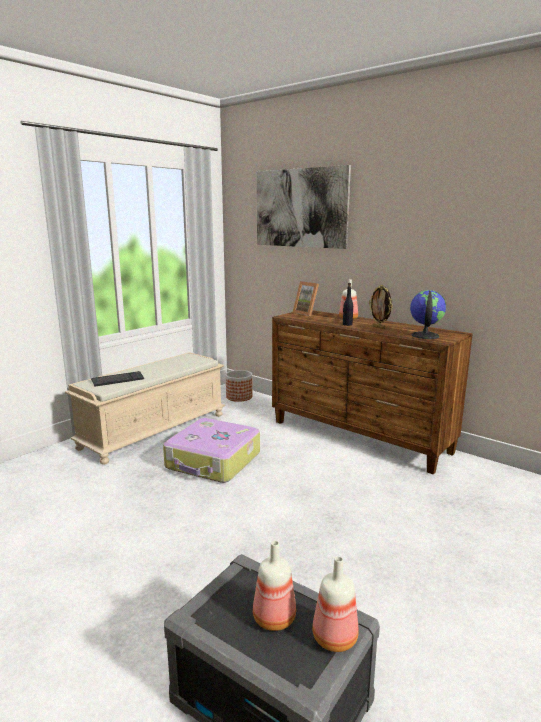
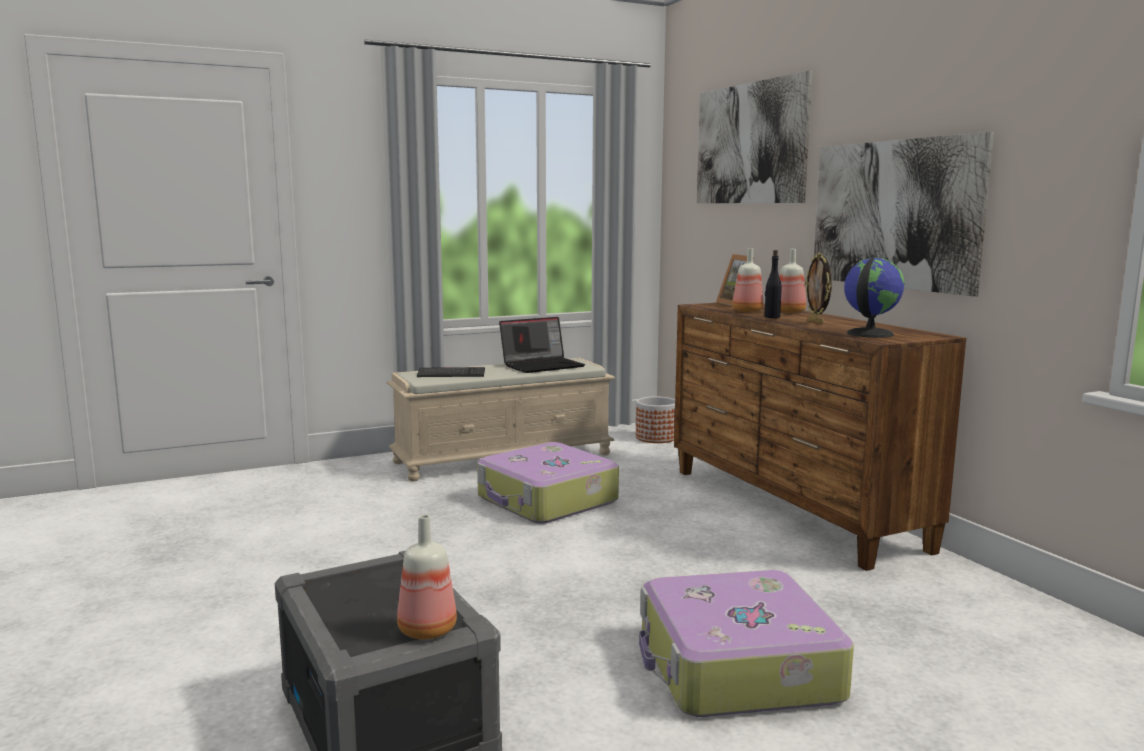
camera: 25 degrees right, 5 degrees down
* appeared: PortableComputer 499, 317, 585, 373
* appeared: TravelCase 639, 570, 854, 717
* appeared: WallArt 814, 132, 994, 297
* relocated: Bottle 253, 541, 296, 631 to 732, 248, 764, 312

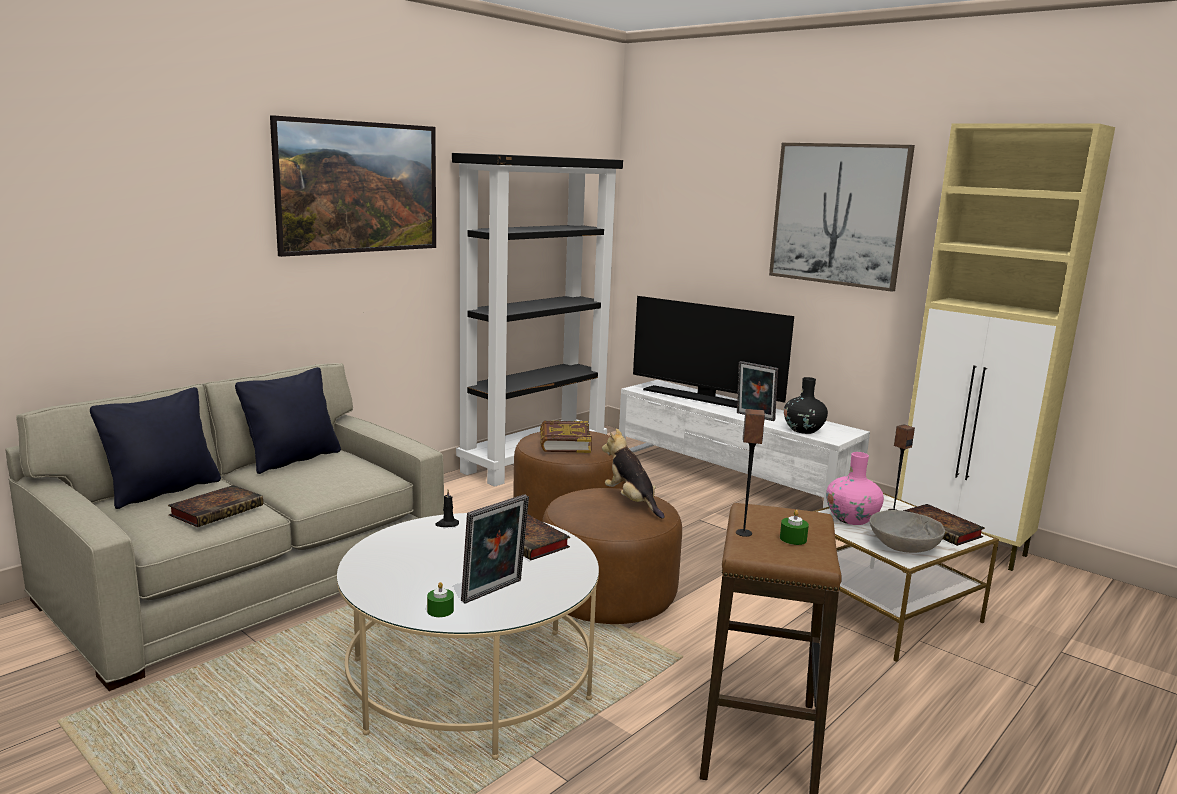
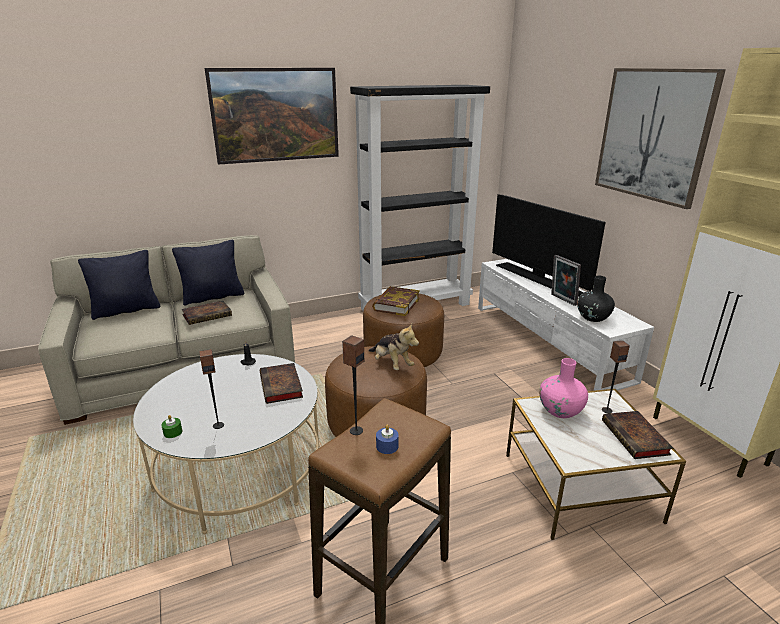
camera: 25 degrees right, 10 degrees up
* missing: GreyishServingBowl 870, 510, 945, 553
* relocated: Volume 168, 485, 263, 527 to 182, 301, 232, 325
* exchanged: PhotoFrame 461, 494, 529, 603 to Loudspeaker 199, 349, 224, 429
* colour: GreenWaxCandle 780, 509, 809, 545 to BluishWaxCandle 376, 425, 399, 454
* spun: PlushToy 602, 428, 665, 519 = 369, 324, 419, 370 150 degrees clockwise

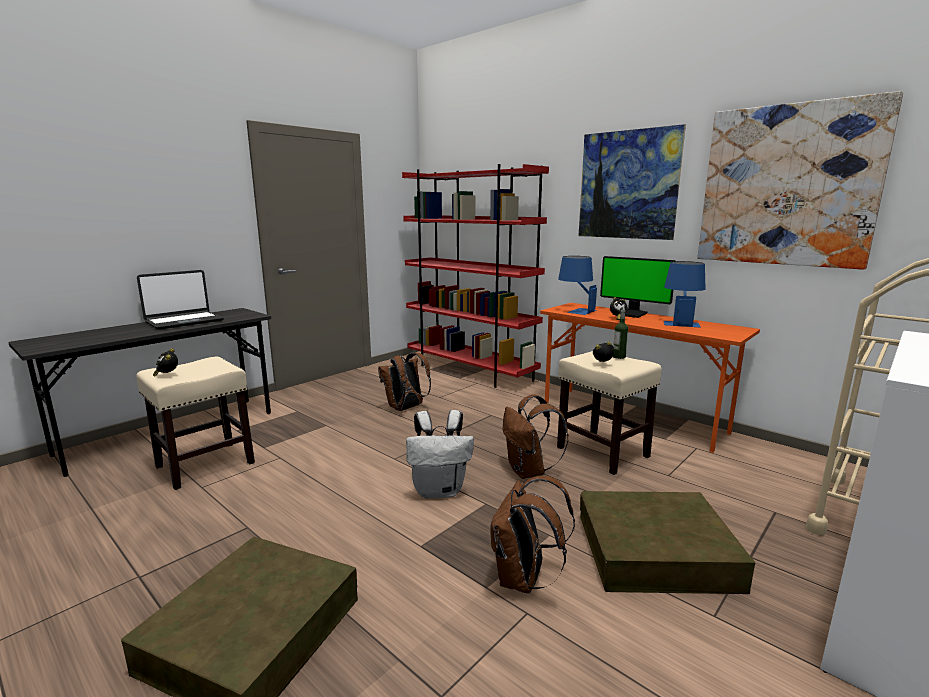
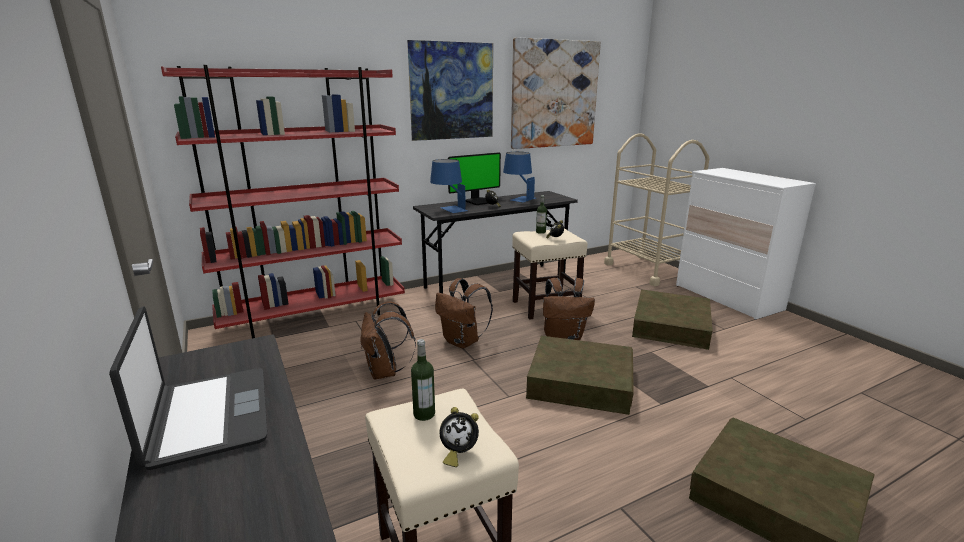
camera: 70 degrees left, 5 degrees up
* appeared: Bottle 411, 339, 435, 421
* relocated: BrownKnapsack 490, 476, 575, 593 to 435, 278, 493, 349
* exchanged: WhiteKnapsack 406, 410, 474, 499 to BrownStorageBox 526, 336, 634, 415
* colour: OrangeDeskTable 540, 303, 760, 453 to GreyishDeskTable 413, 191, 578, 293

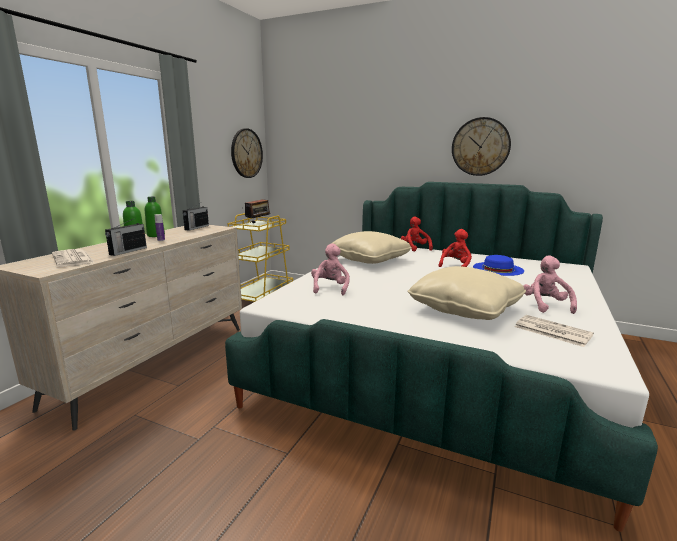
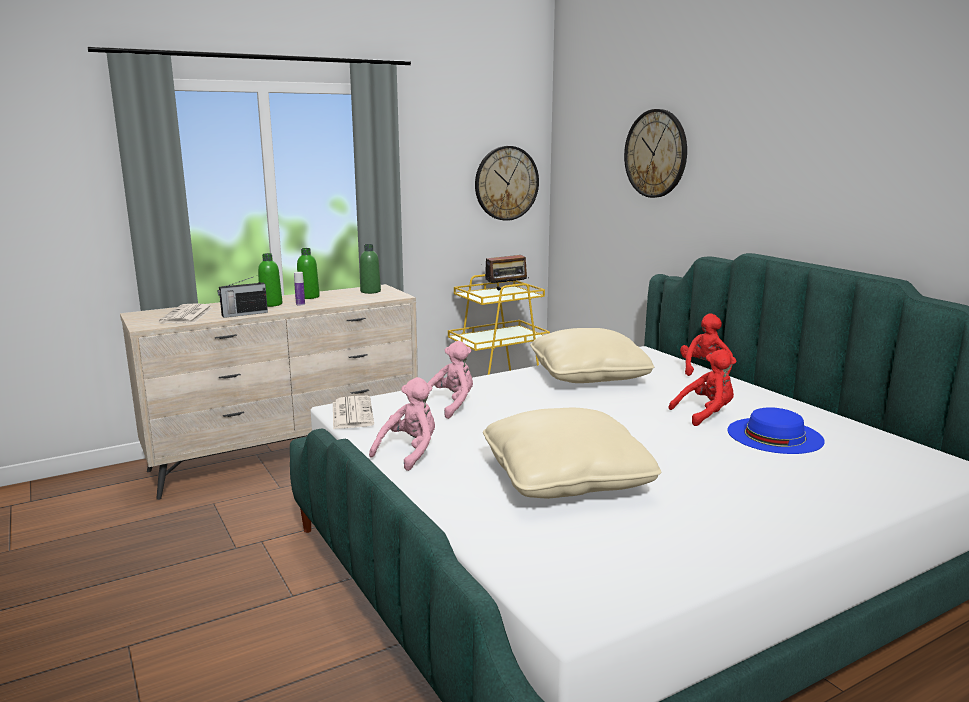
camera: 35 degrees right, 0 degrees up
* relocated: HangingClock 452, 117, 511, 176 to 624, 109, 687, 198
* relocated: DailyPaper 515, 315, 594, 347 to 333, 396, 374, 429
* relocated: PinkColouredPlushToy 523, 255, 577, 314 to 369, 377, 435, 471
* exchanged: RadioReceiver 183, 203, 209, 231 to GreenBottle 360, 244, 381, 294

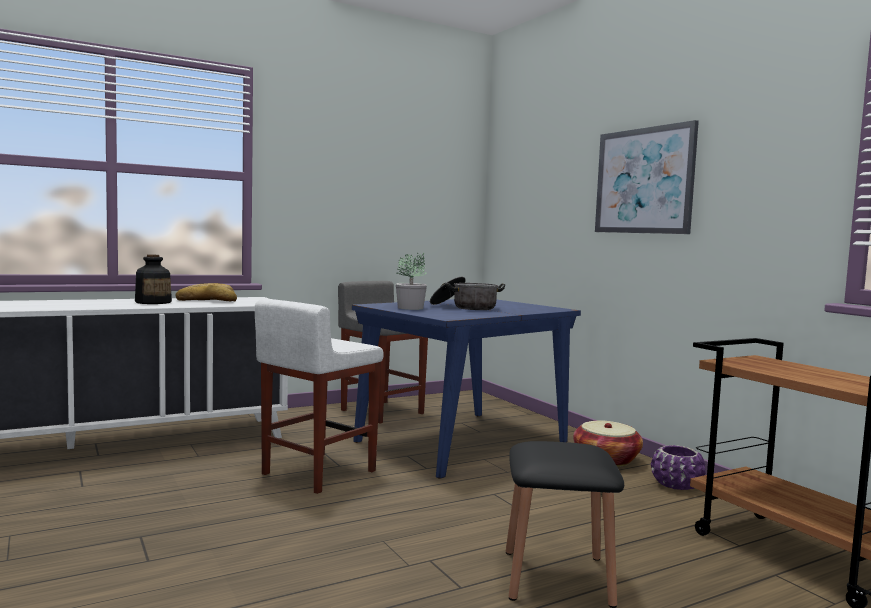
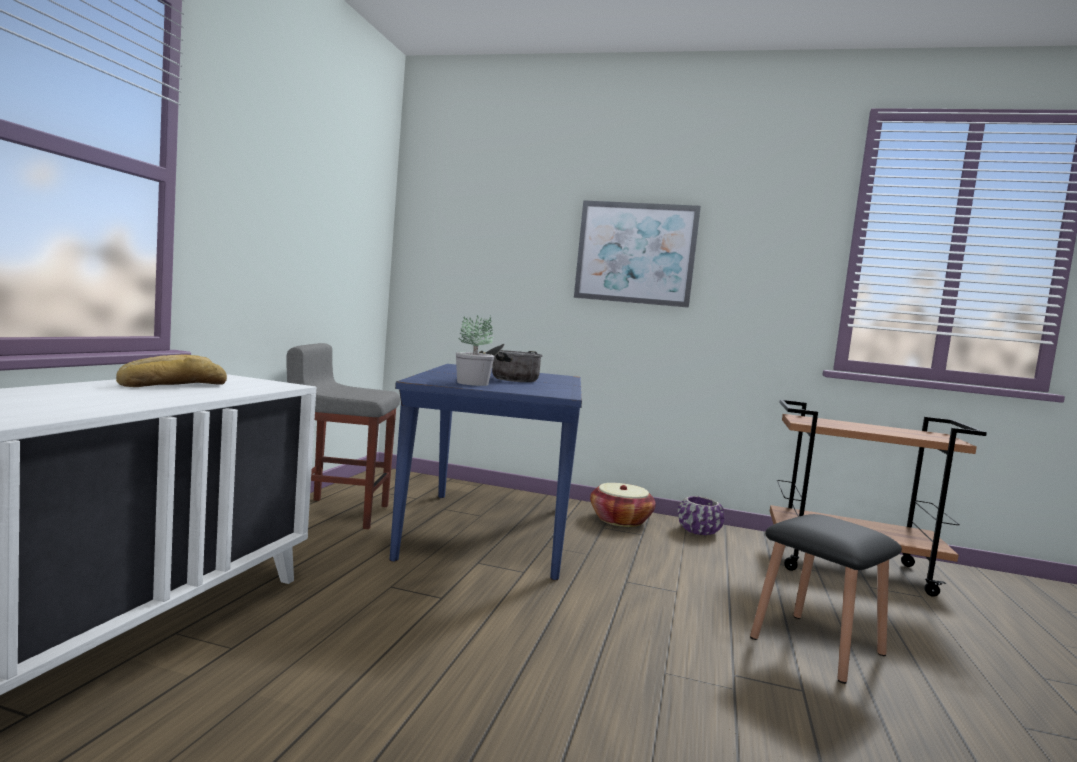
camera: 45 degrees left, 0 degrees up
* missing: Bottle 135, 255, 172, 304
* missing: WhiteStoolSeat 255, 299, 384, 494

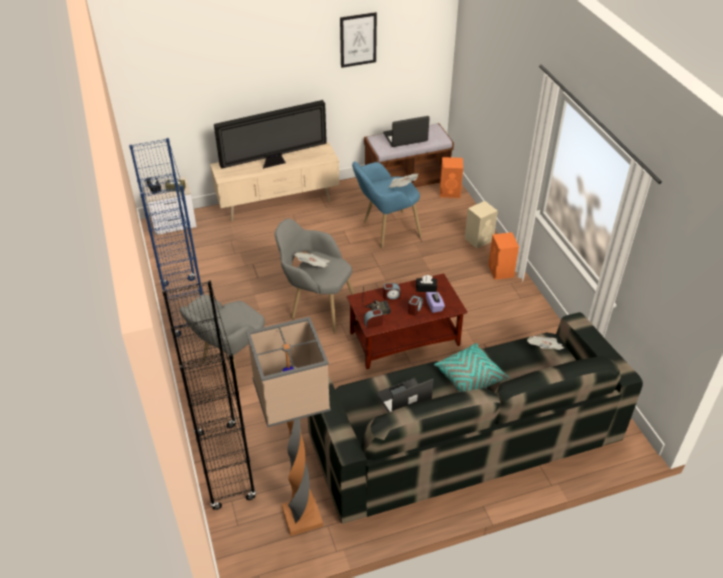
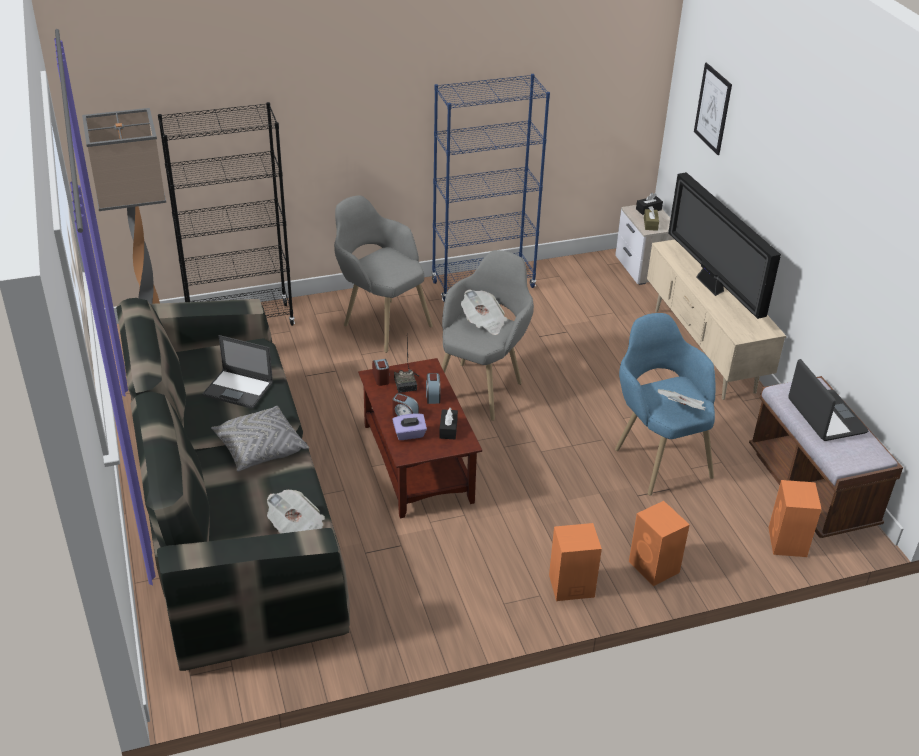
camera: 90 degrees right, 5 degrees down
* relocated: WallArt 340, 12, 377, 68 to 694, 63, 732, 155
* colour: BlueGreenPillow 434, 343, 510, 392 to GreyishPillow 211, 406, 309, 472
* colour: BeigeColouredLoudspeaker 465, 201, 498, 248 to OrangeLoudspeaker 629, 501, 690, 586
* spun: PortableComputer 376, 378, 434, 412 = 202, 335, 273, 409 135 degrees clockwise

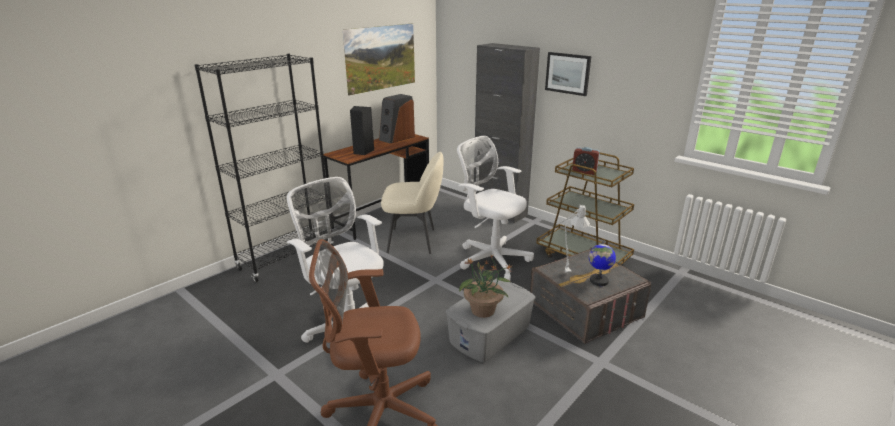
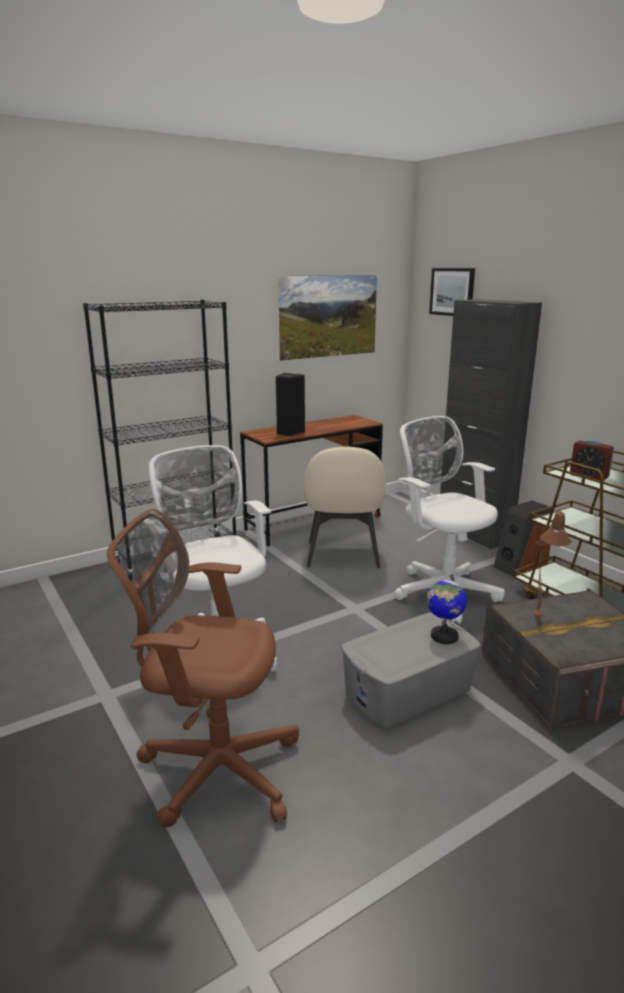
camera: 15 degrees right, 5 degrees down
* missing: PlantInAPot 459, 255, 513, 318
* relocated: Loudspeaker 379, 94, 415, 143 to 494, 500, 551, 576
* relocated: WallArt 545, 52, 591, 96 to 429, 268, 475, 316
* relocated: DeskGlobe 589, 240, 616, 286 to 427, 574, 467, 644
* colour: GreyishTabletopLamp 560, 204, 590, 275 to BrownTabletopLamp 535, 511, 572, 618
* spun: BeigeColouredChair 381, 152, 444, 254 = 304, 447, 386, 568 75 degrees clockwise

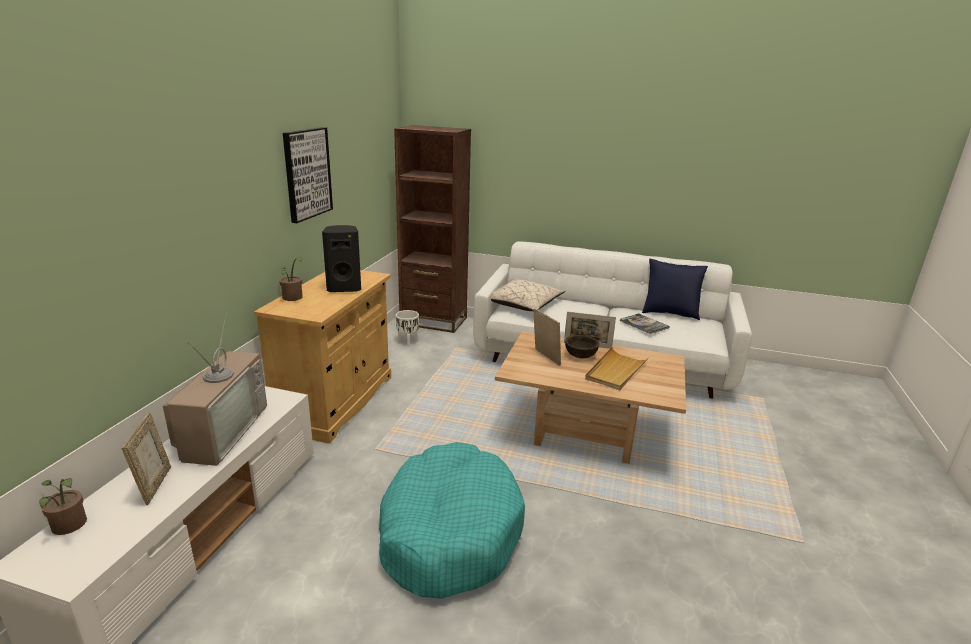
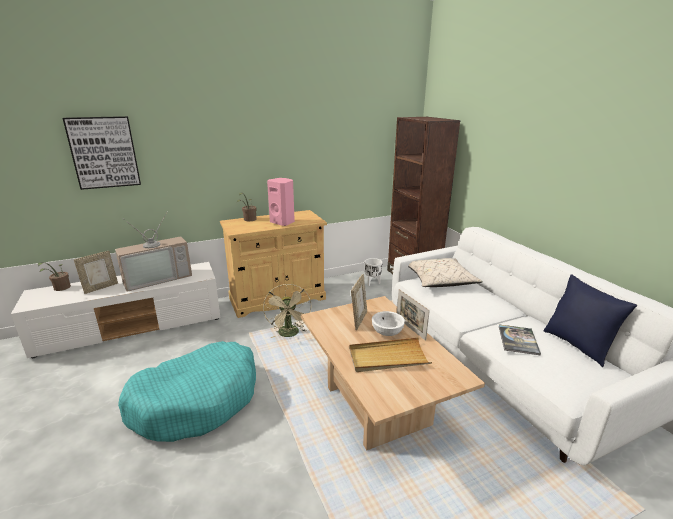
camera: 50 degrees right, 0 degrees up
* appeared: BeigeColouredFan 263, 284, 312, 338
* relocated: WallArt 283, 127, 333, 223 to 63, 116, 141, 190
* colour: BlackLoudspeaker 322, 225, 361, 292 to PinkColouredLoudspeaker 267, 178, 295, 226
* colour: BrownServingBowl 565, 335, 599, 358 to WhiteServingBowl 372, 311, 405, 336

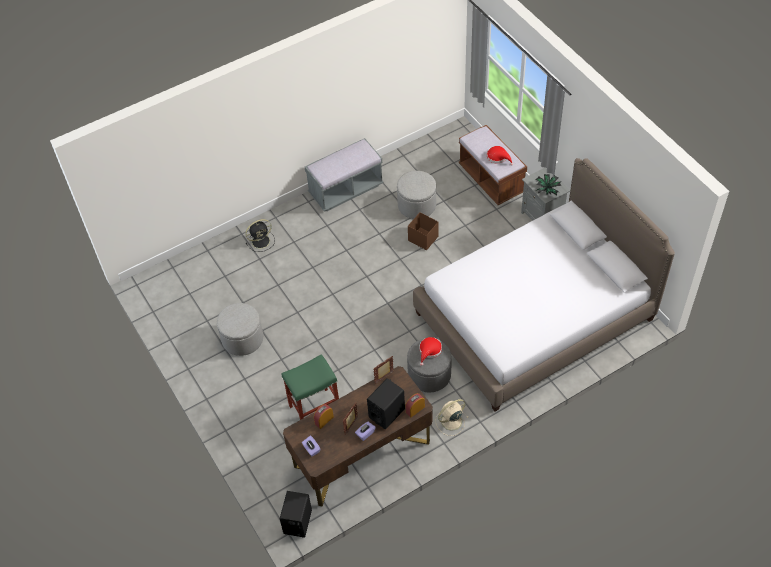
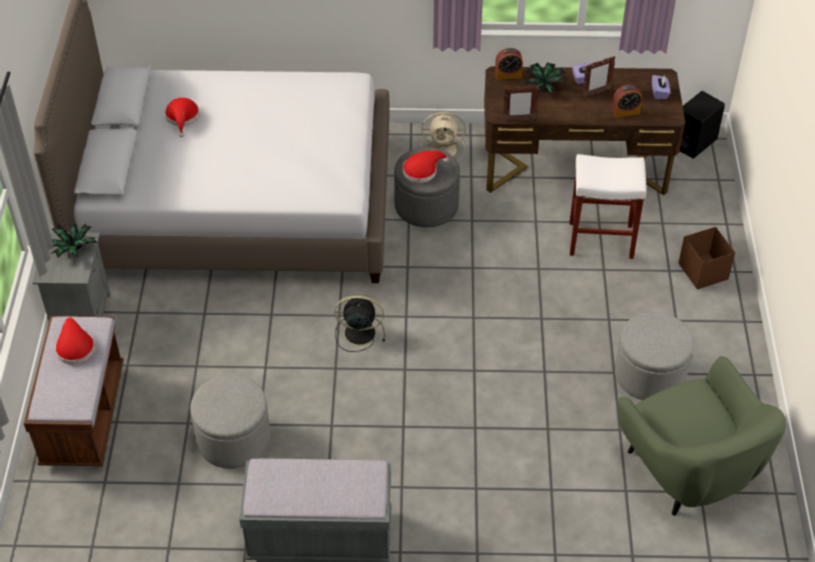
camera: 150 degrees left, 5 degrees down
* appeared: RedColouredWearableHat 165, 98, 200, 137
* appeared: GreenArmchair 617, 356, 786, 516
* relocated: BlackFan 245, 219, 275, 252 to 335, 296, 385, 352
* relocated: BrownStorageBox 408, 212, 438, 250 to 678, 227, 735, 289
* exchanged: BlackLoudspeaker 367, 378, 405, 429 to PlantInAPot 524, 63, 567, 96
* colour: GreenStoolSeat 281, 354, 339, 420 to WhiteStoolSeat 570, 154, 646, 259

